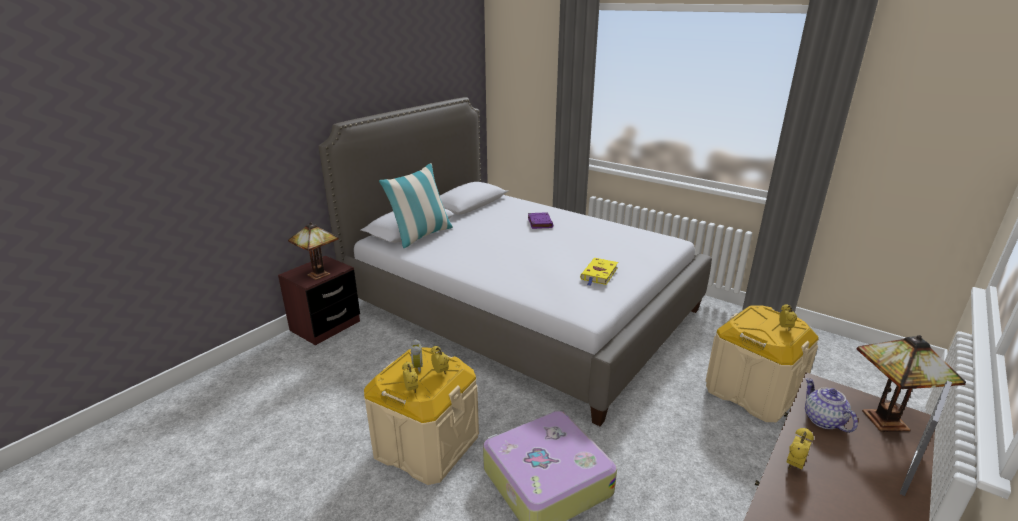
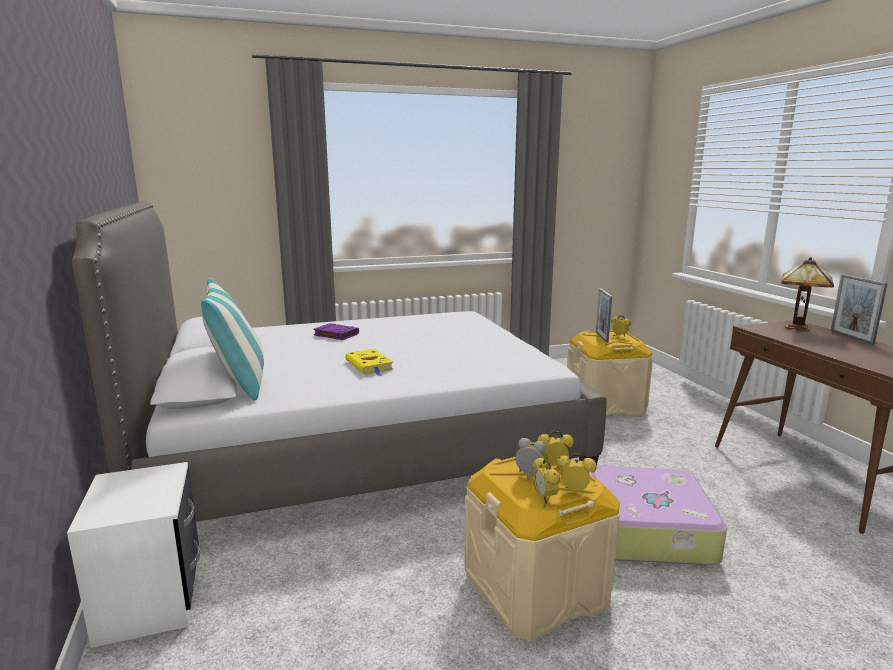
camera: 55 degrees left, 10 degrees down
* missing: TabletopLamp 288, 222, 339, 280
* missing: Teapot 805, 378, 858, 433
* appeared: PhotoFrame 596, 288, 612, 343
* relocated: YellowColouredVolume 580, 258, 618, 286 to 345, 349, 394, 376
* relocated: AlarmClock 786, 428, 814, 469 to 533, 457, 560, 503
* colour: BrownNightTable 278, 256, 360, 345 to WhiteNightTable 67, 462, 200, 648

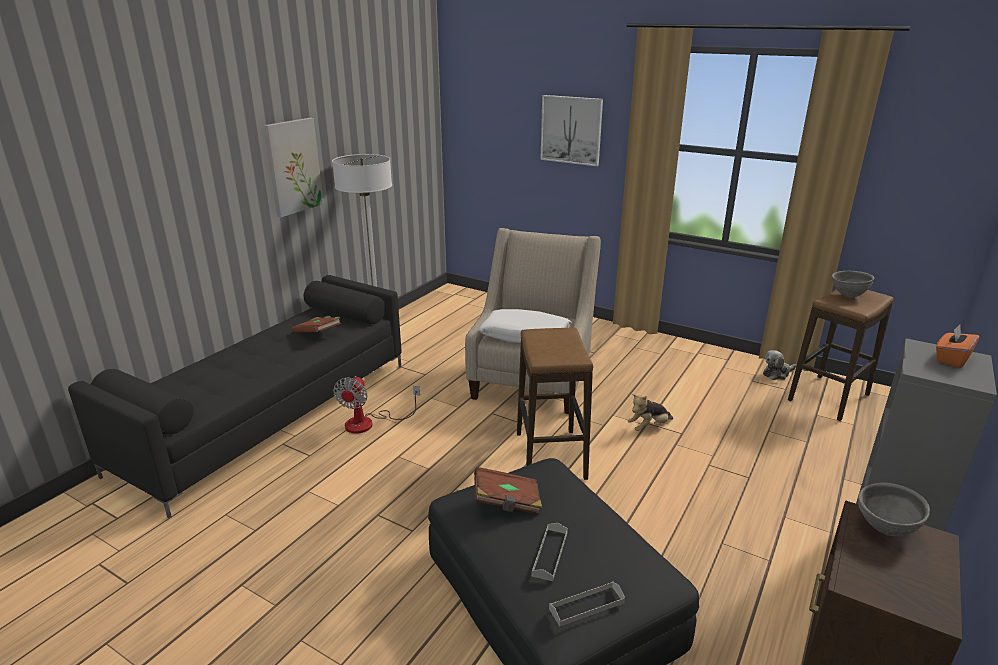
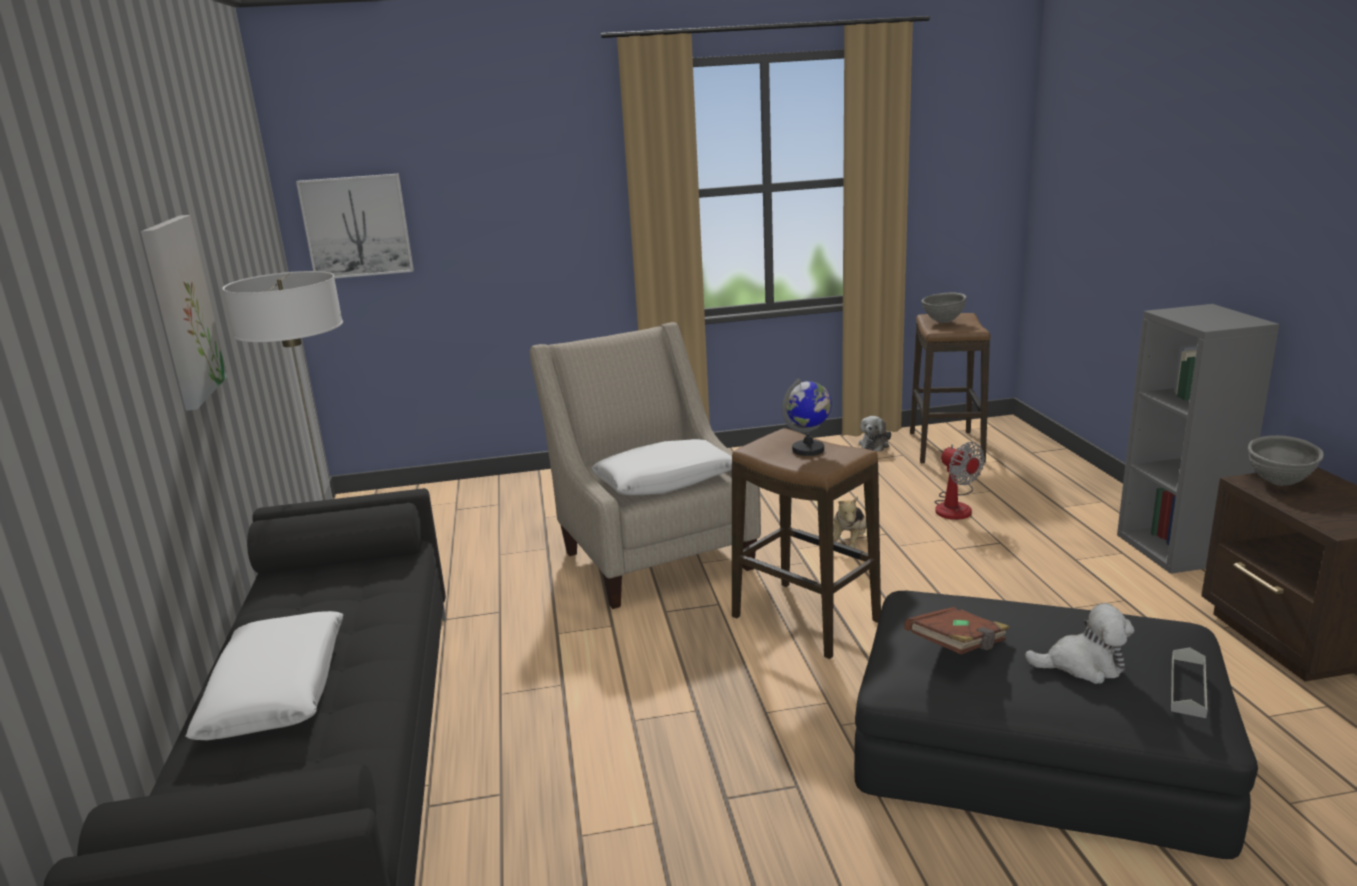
camera: 40 degrees left, 5 degrees down
* missing: BrownVolume 292, 316, 341, 332
* missing: OrangeBoxOfTissues 936, 325, 979, 368
* appeared: WhitePillow 185, 611, 344, 740
* appeared: DeskGlobe 782, 378, 832, 456
* relocated: Fan 333, 376, 420, 433 to 934, 442, 985, 520
* relocated: WallArt 540, 95, 603, 166 to 296, 174, 414, 279
* exchanged: GreyishCarryingTray 532, 523, 568, 581 to PlushToy 1025, 603, 1134, 684

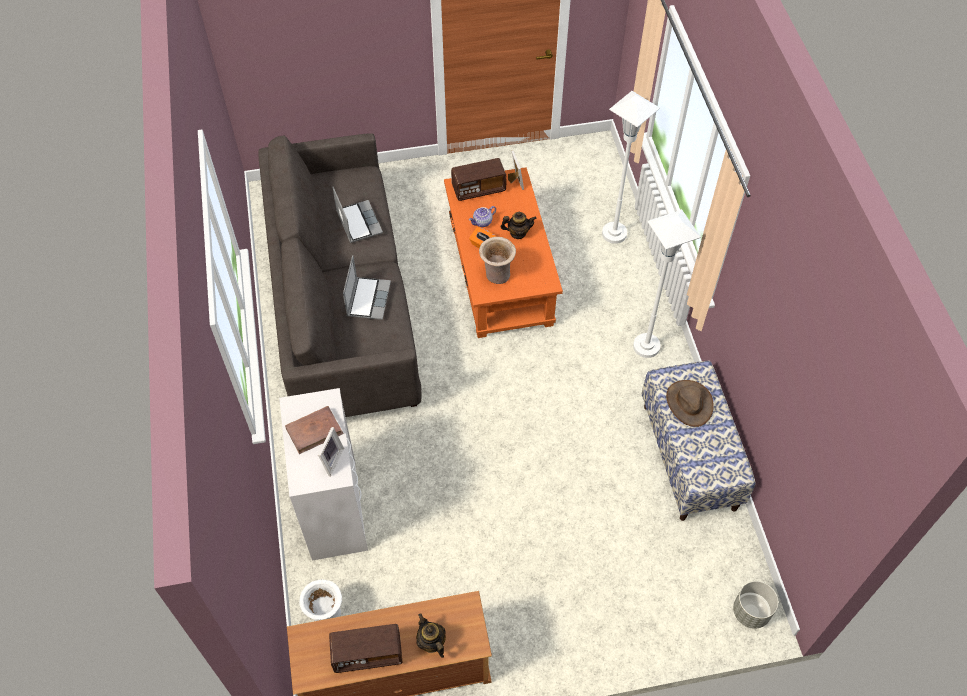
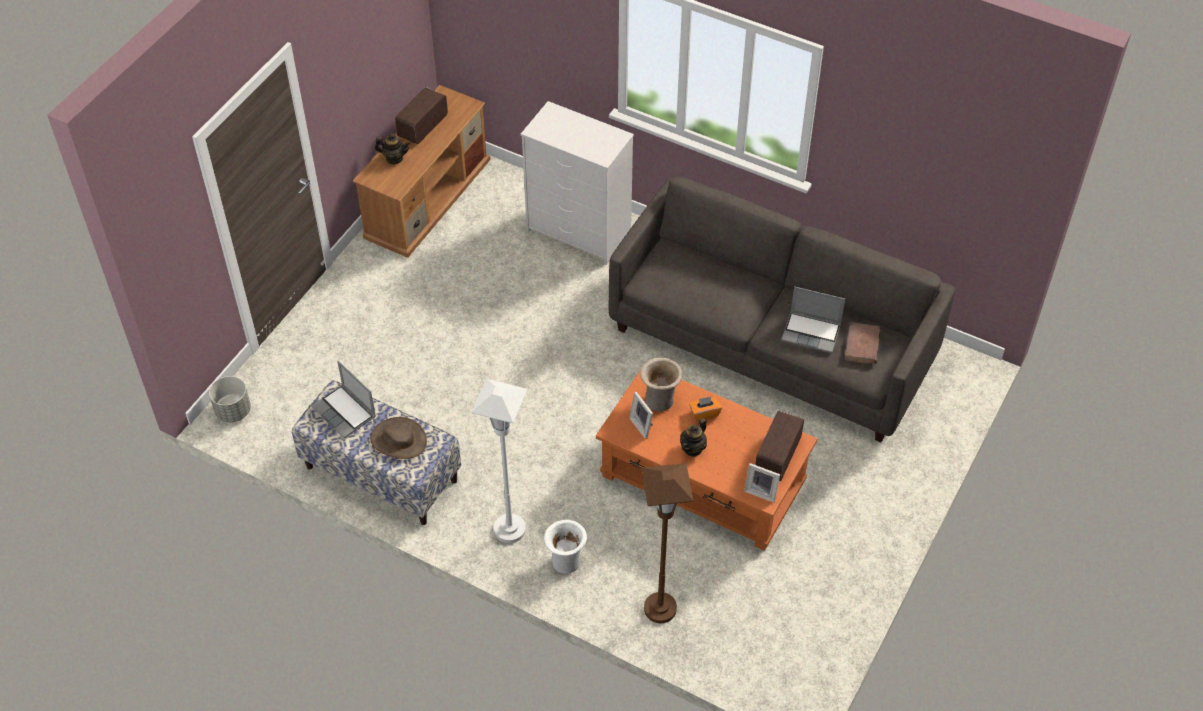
camera: 130 degrees right, 5 degrees down
* missing: Teapot 469, 206, 496, 227
* relocated: BrownVolume 285, 406, 344, 454 to 844, 322, 881, 364
* relocated: WhiteDecorativeVase 299, 579, 342, 621 to 544, 520, 587, 574
* relocated: PhotoFrame 318, 427, 344, 476 to 629, 392, 653, 439
* relocated: PortableComputer 343, 255, 391, 320 to 311, 361, 376, 438
* colour: WhiteStandingLamp 602, 91, 660, 244 to BrownStandingLamp 641, 463, 693, 623

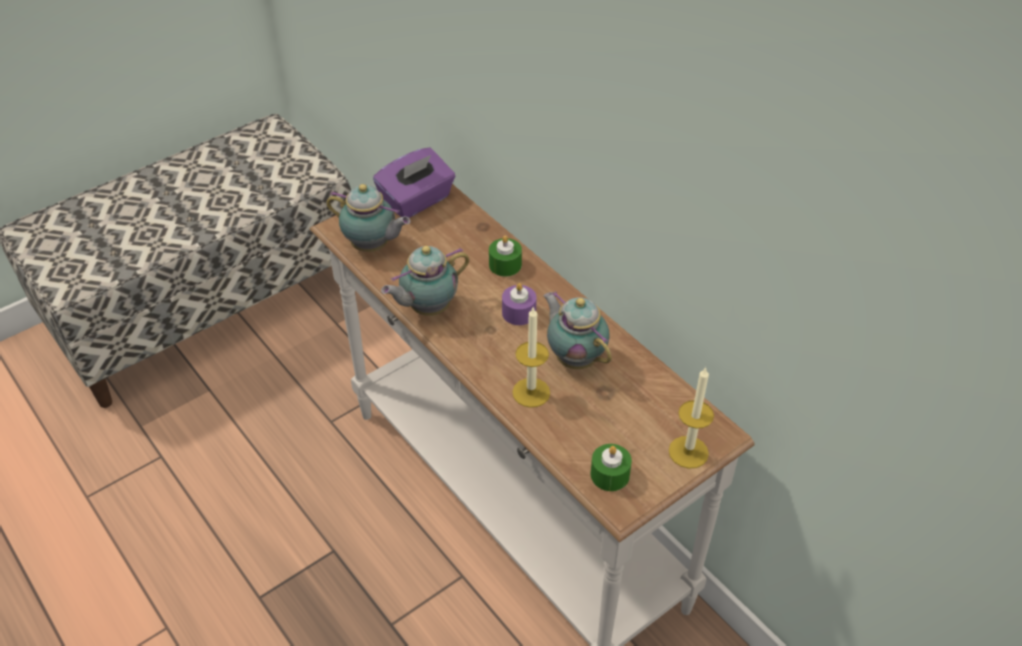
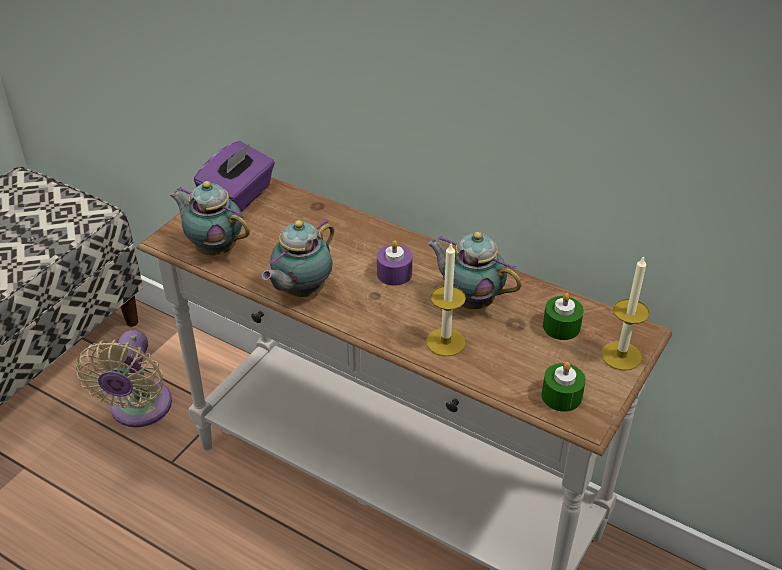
camera: 20 degrees left, 5 degrees down
* appeared: BeigeColouredFan 76, 330, 172, 427
* relocated: GreenWaxCandle 489, 235, 522, 277 to 543, 293, 584, 340
* spun: Teapot 326, 184, 411, 252 = 170, 181, 250, 255 150 degrees counterclockwise

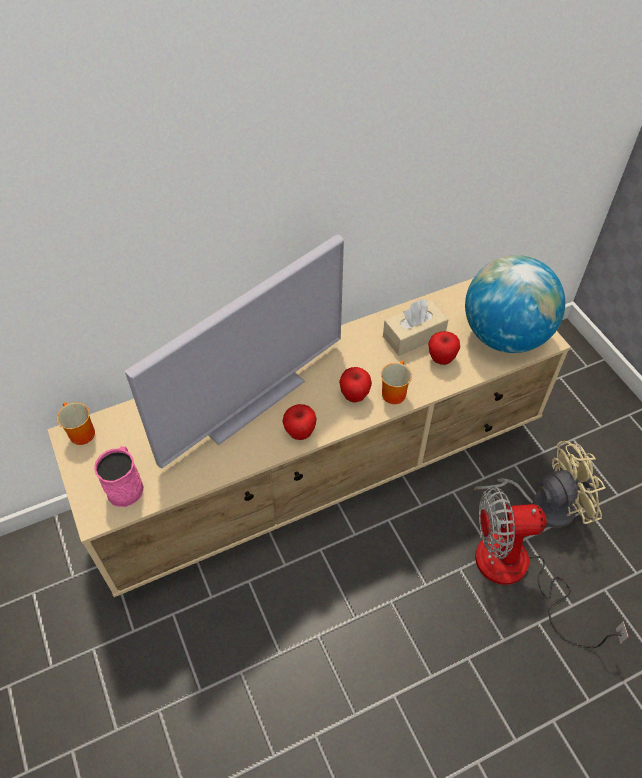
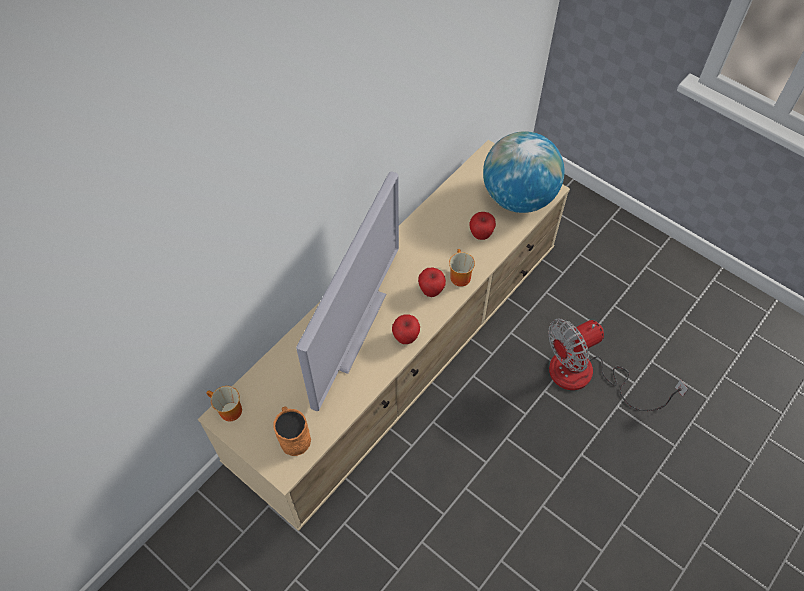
camera: 25 degrees left, 5 degrees up
* missing: BeigeColouredBoxOfTissues 383, 299, 449, 356
* missing: BeigeColouredFan 474, 441, 605, 528
* colour: PinkColouredCoffeeMug 94, 446, 144, 507 to OrangeCoffeeMug 274, 406, 311, 456

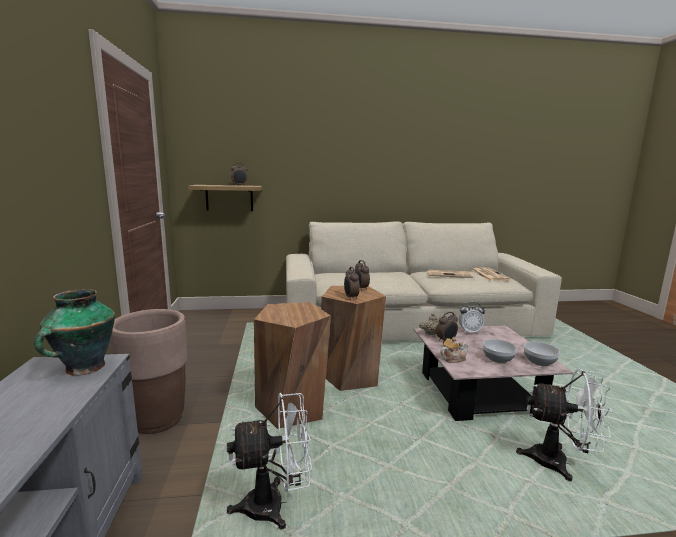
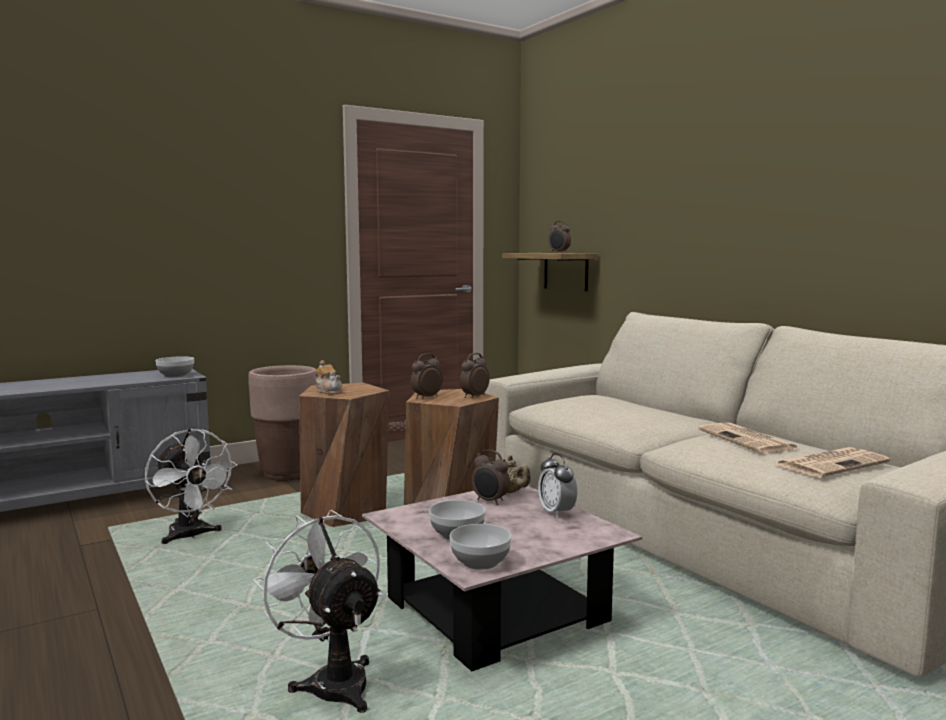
camera: 65 degrees right, 5 degrees down
* relocated: Teapot 440, 337, 469, 363 to 315, 360, 342, 395
* exchanged: DecorativeVase 34, 289, 115, 376 to ServingBowl 155, 356, 194, 377
* spun: WhiteFan 516, 369, 613, 482 = 254, 510, 382, 713 150 degrees clockwise

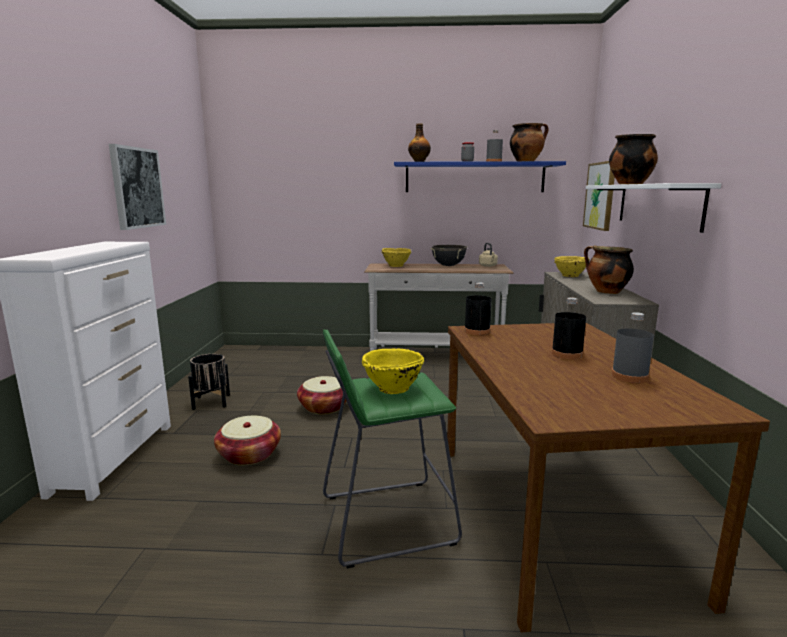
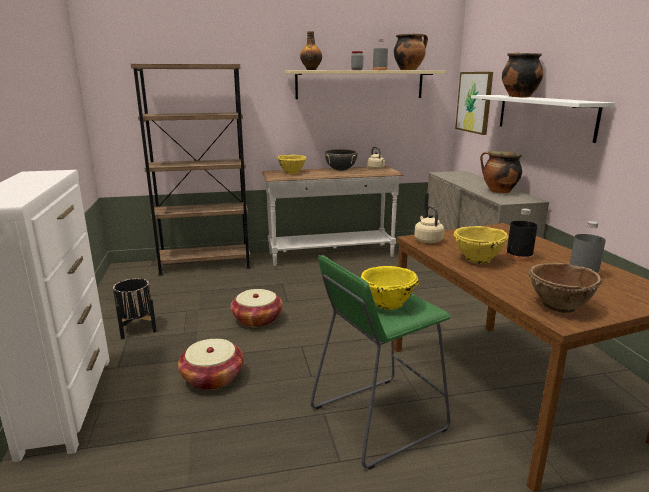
camera: 15 degrees left, 5 degrees up
* missing: WallArt 109, 144, 166, 230
* appeared: BrownBookcase 131, 64, 251, 276
* appeared: BrownServingBowl 528, 263, 602, 313
* relocated: YellowColouredServingBowl 554, 256, 589, 277 to 453, 226, 509, 264
* exchanged: BlackBottle 464, 282, 492, 335 to BeigeColouredTeaKettle 414, 206, 444, 243
* colour: BluishBracketShelf 394, 161, 566, 192 to BeigeColouredBracketShelf 285, 70, 445, 99

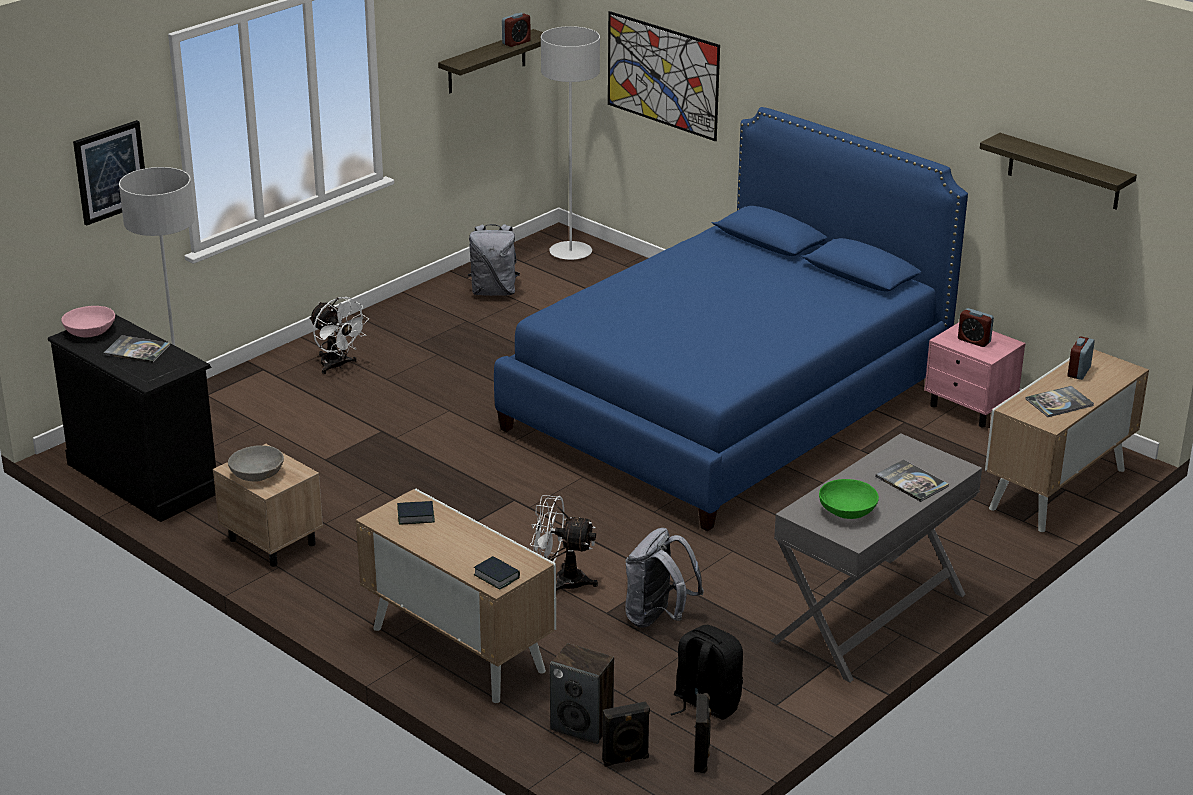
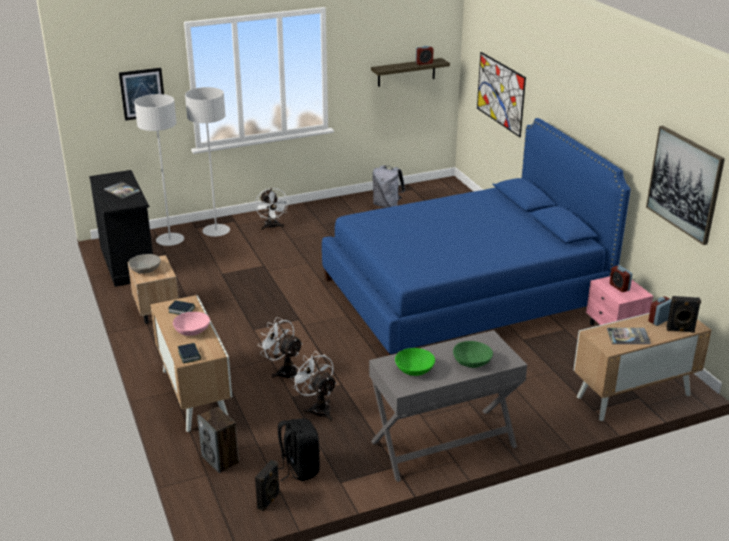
camera: 25 degrees right, 0 degrees up
* relocated: PinkColouredServingBowl 61, 306, 115, 338 to 173, 312, 210, 336
* relocated: GreyishStandingLamp 541, 26, 600, 260 to 185, 87, 230, 237
* relocated: BlackLoudspeaker 602, 701, 650, 767 to 667, 296, 701, 333
* exchanged: GreyishKnapsack 625, 528, 704, 628 to WhiteFan 290, 351, 337, 421
* exchanged: Volume 875, 460, 949, 502 to GreenServingBowl 453, 341, 493, 368
* exchanged: BracketShelf 980, 133, 1137, 210 to WallArt 646, 126, 725, 245

